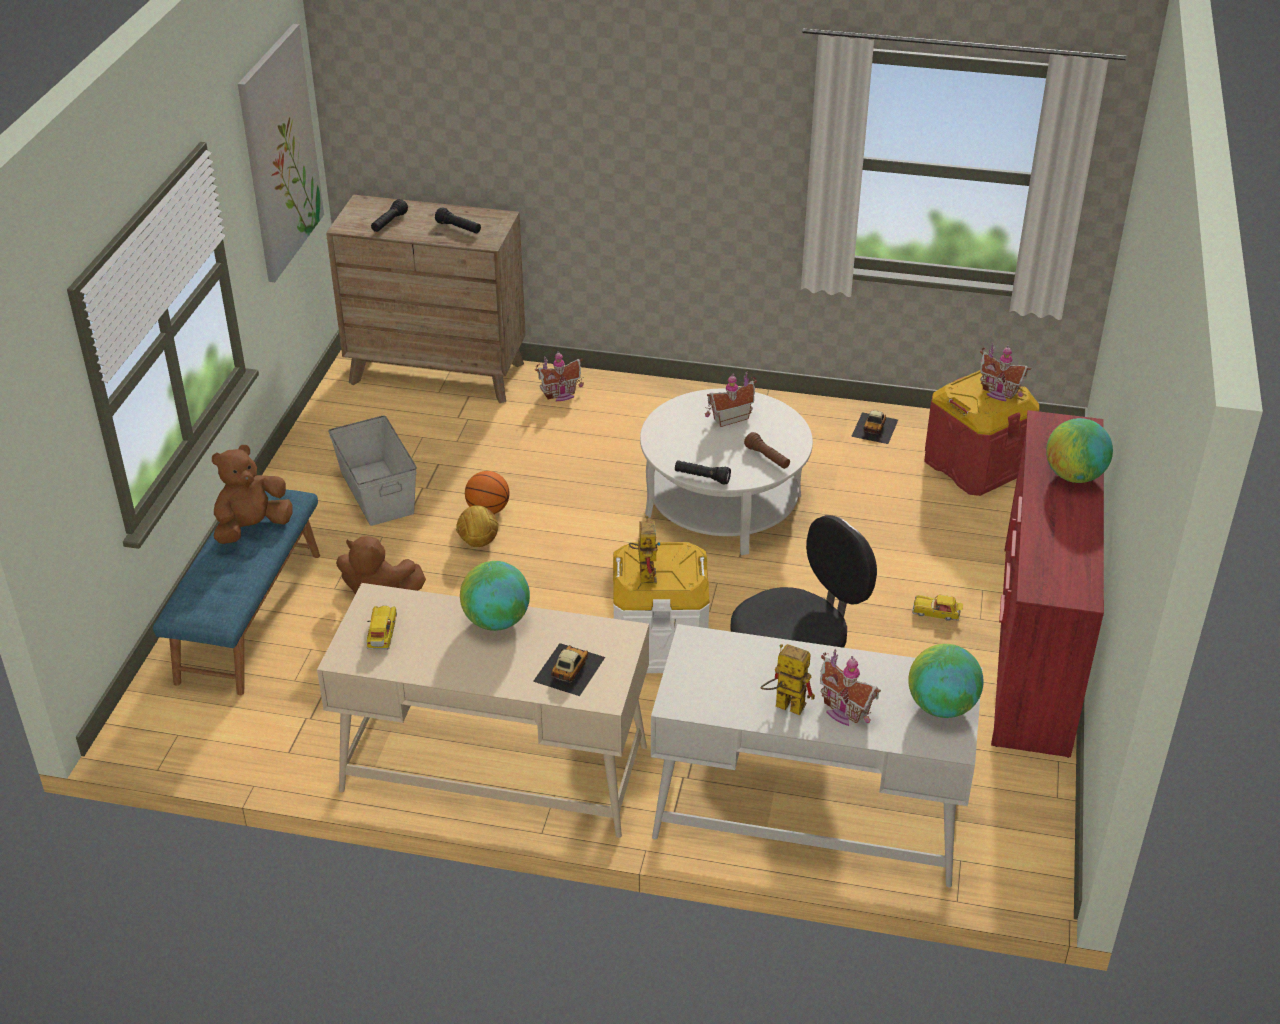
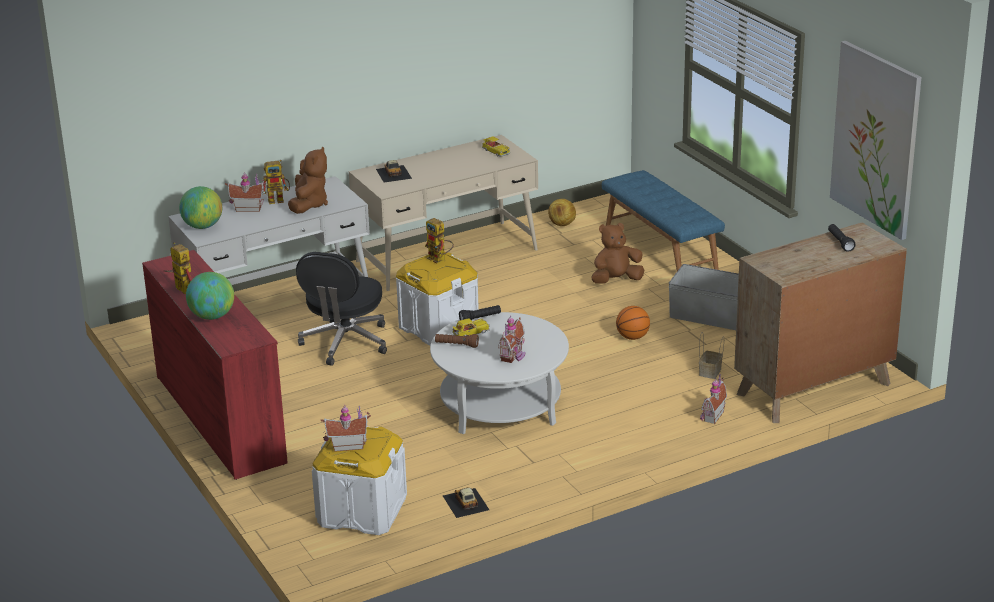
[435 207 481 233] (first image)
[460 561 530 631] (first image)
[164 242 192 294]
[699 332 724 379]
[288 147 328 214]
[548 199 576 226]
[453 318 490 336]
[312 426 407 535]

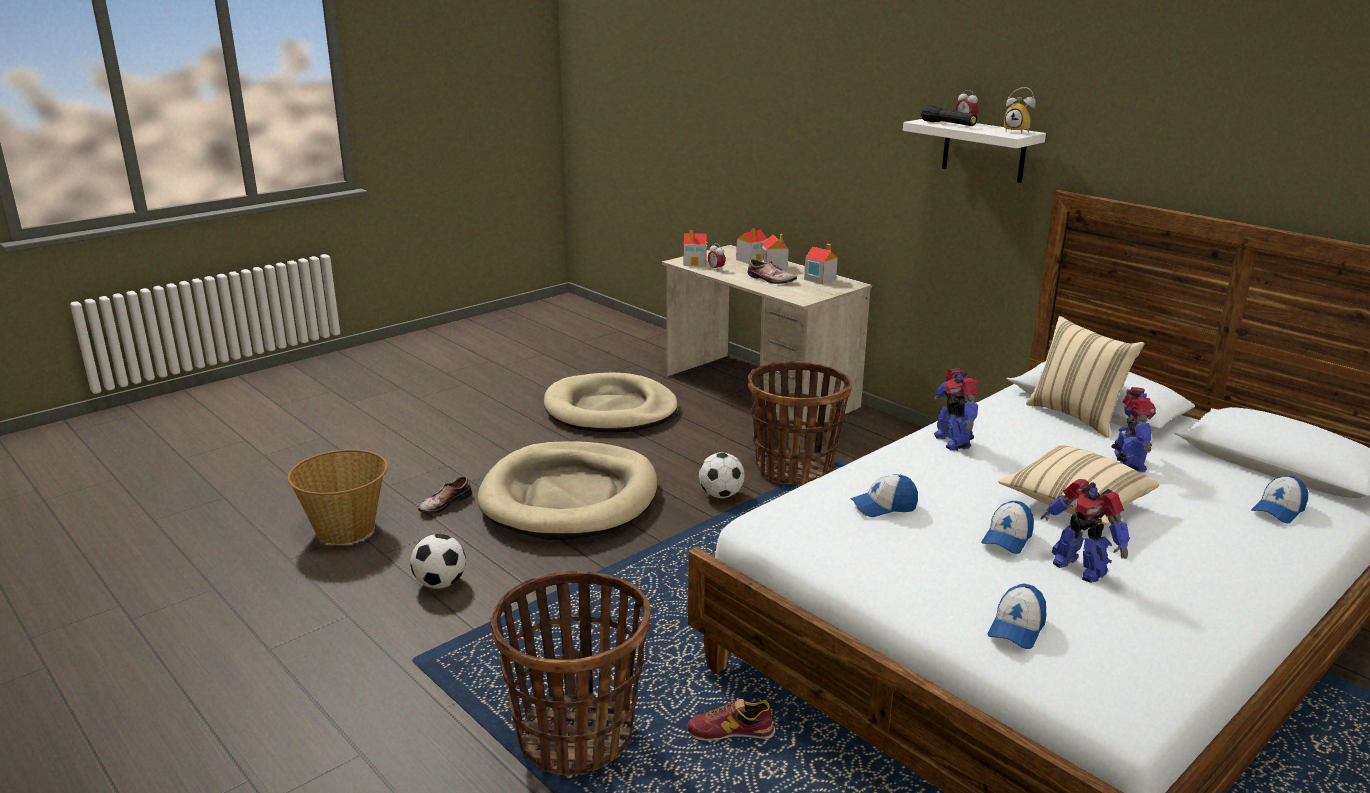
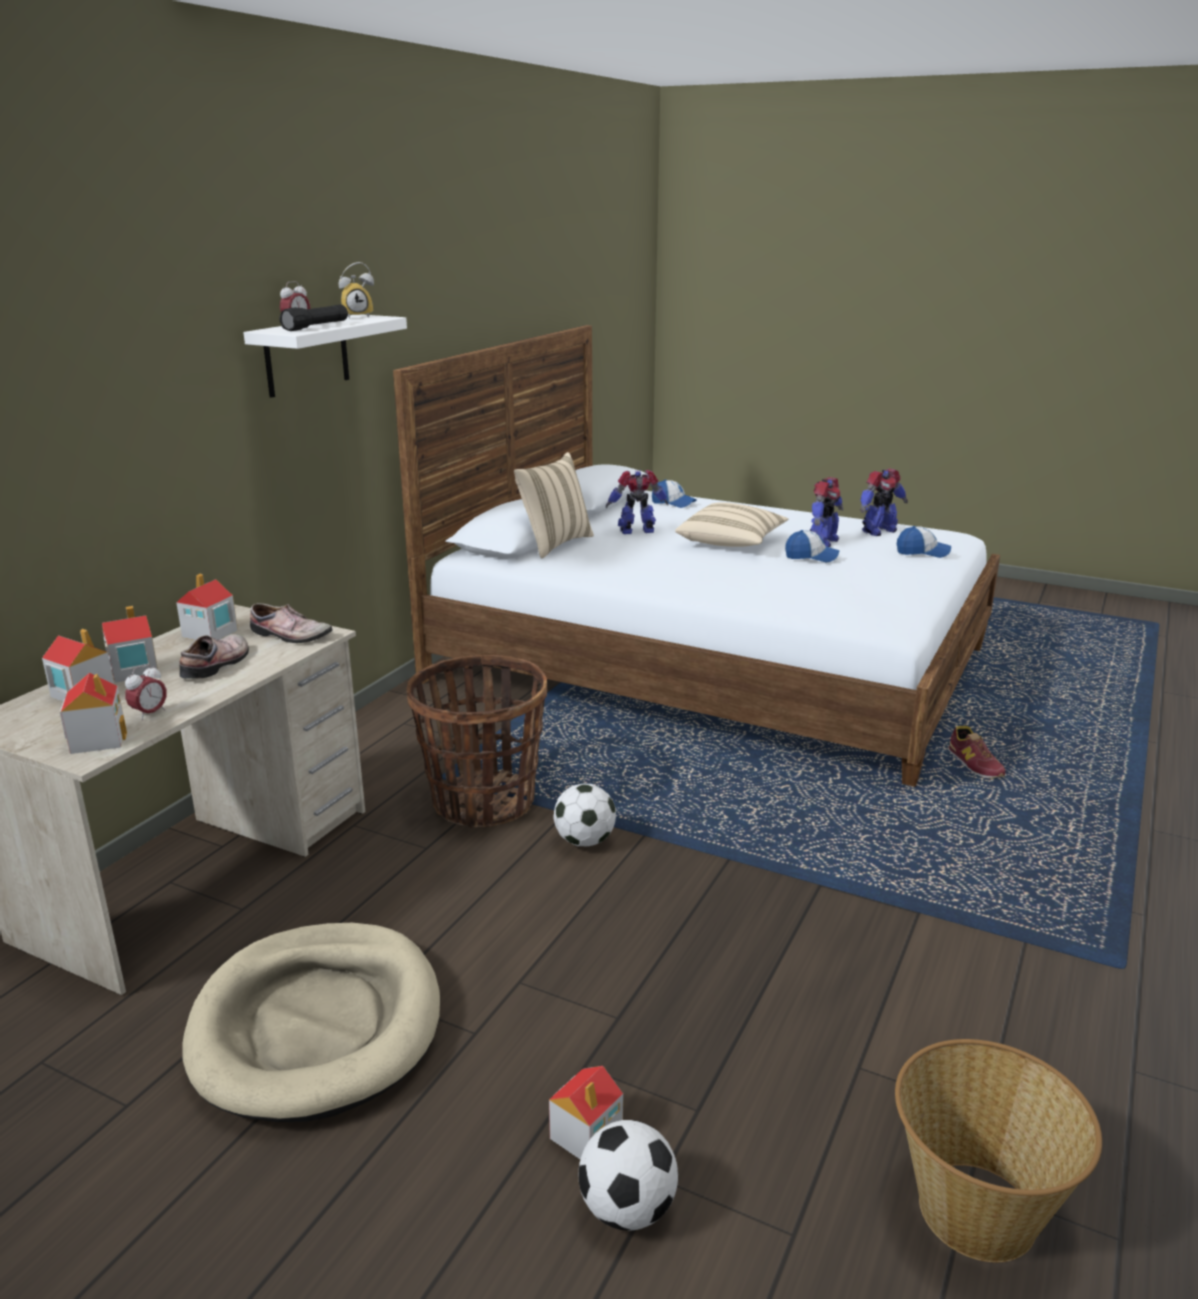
[478 442 657 540] (first image)
[490 571 650 776] (first image)
[850 474 918 517] (first image)
[549 1066 623 1159]
[579 1120 678 1231]
[250 603 333 643]
[860 468 908 536]
[339 262 374 319]

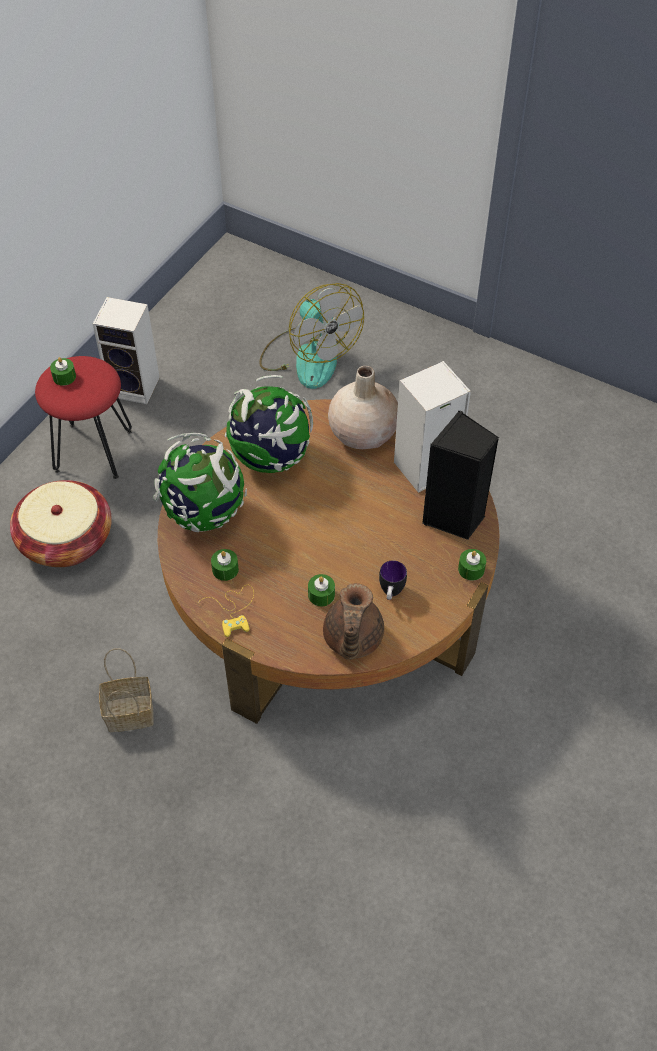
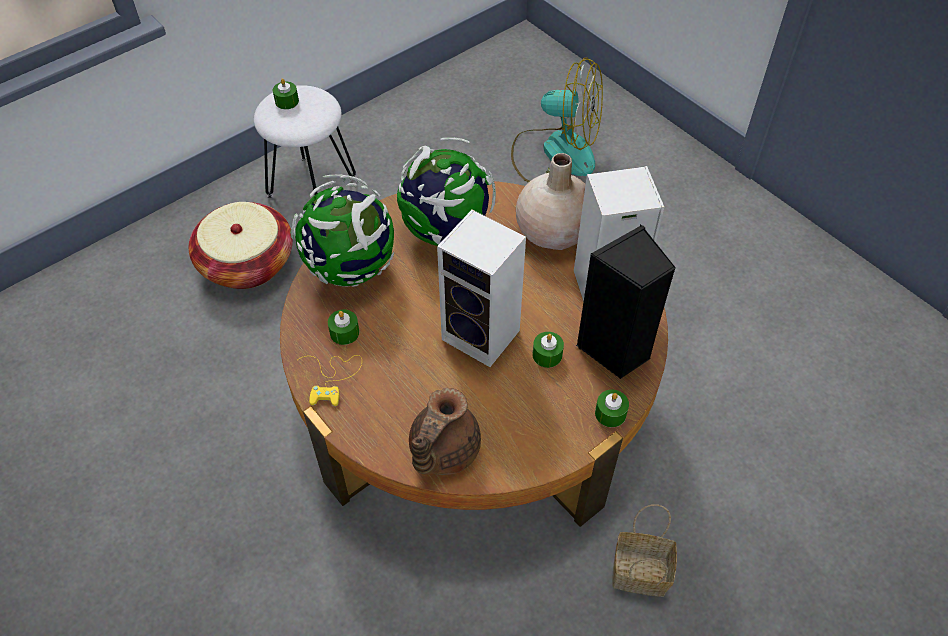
[379 560 407 600] (first image)
[437 210 526 367]
[613 504 677 597]
[533 332 564 368]
[254 85 356 198]
[511 57 603 182]

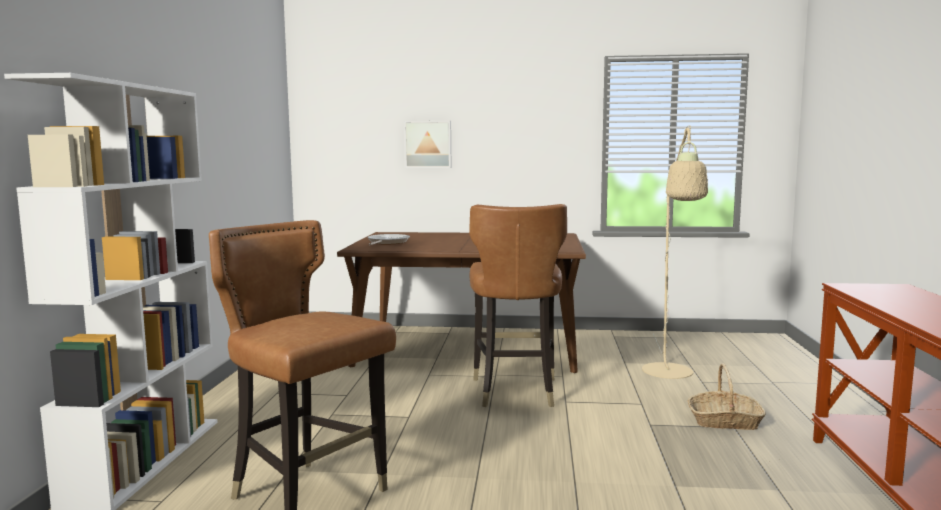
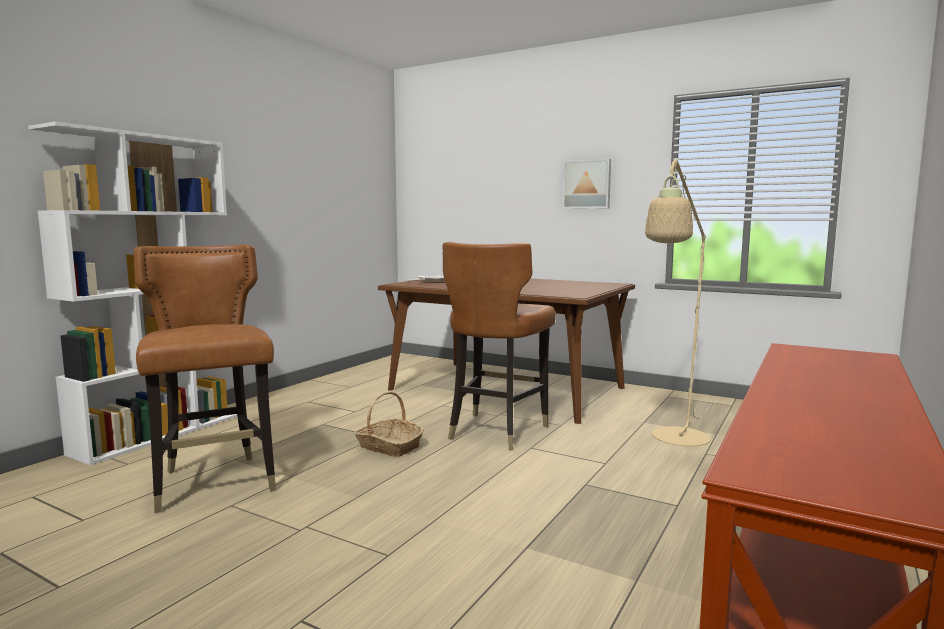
[562 159 611 209]
[355 392 424 457]

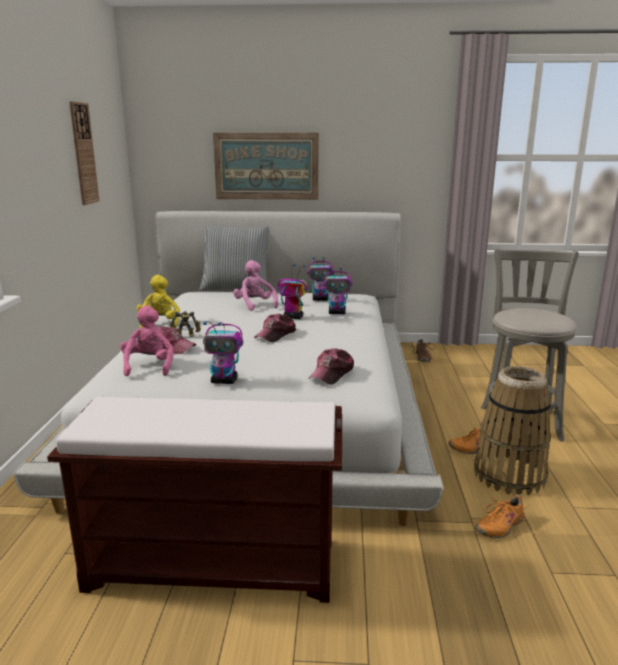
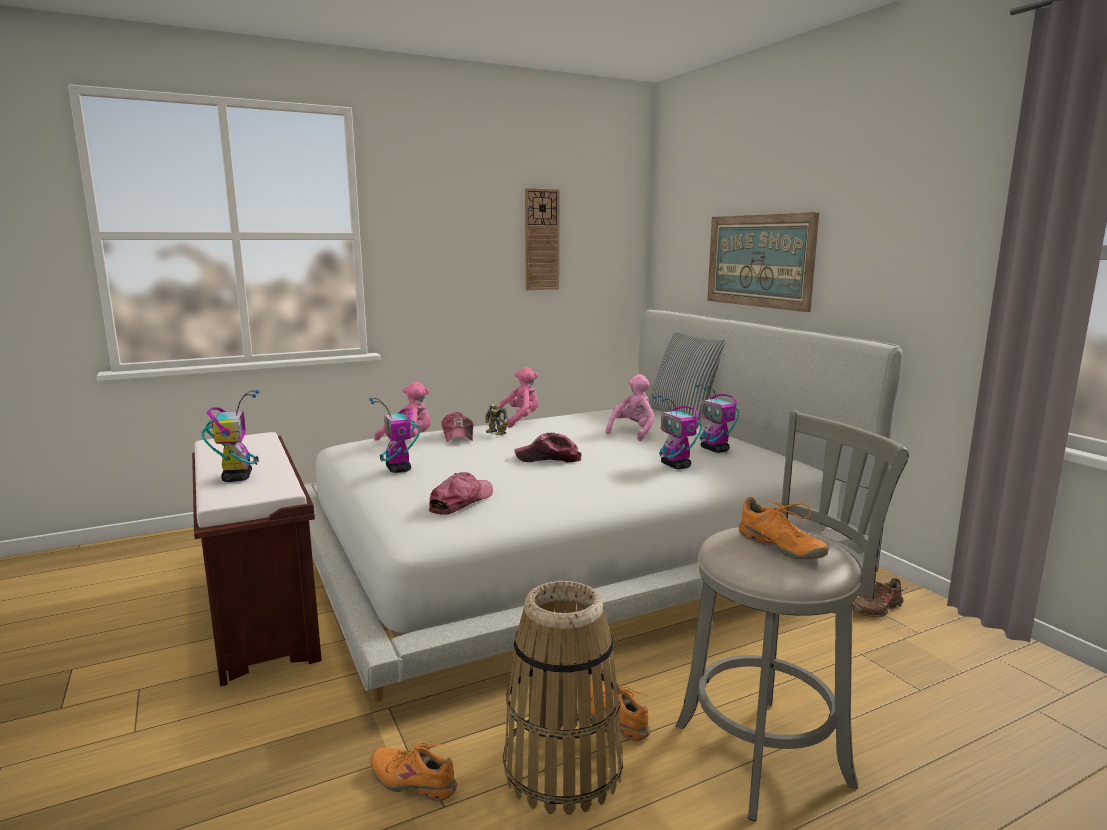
[738 497 829 560]
[202 390 260 482]
[490 367 539 428]
[428 472 493 515]

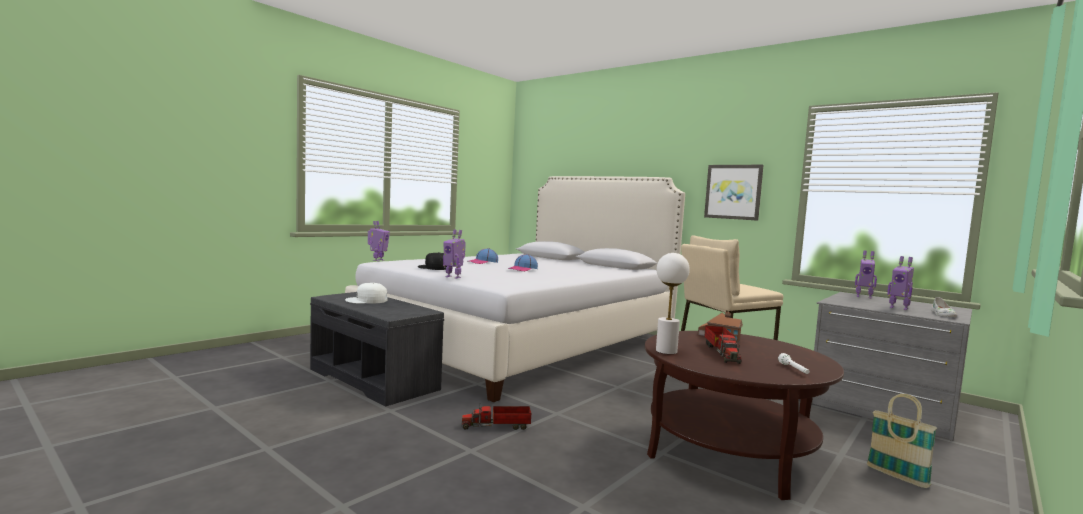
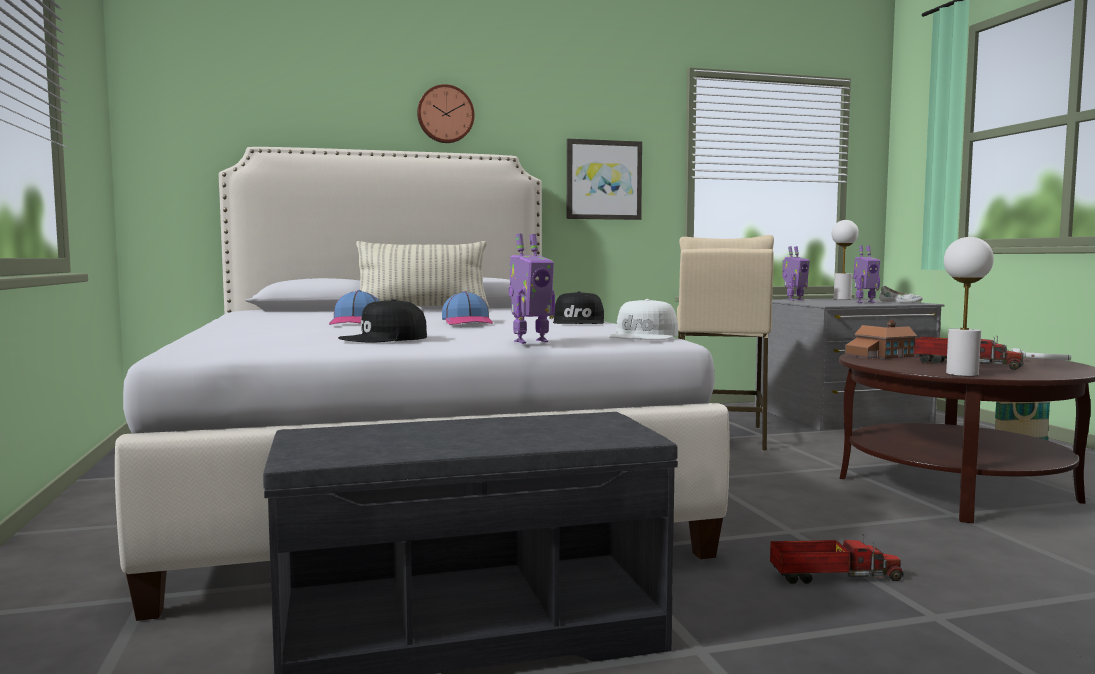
[368 221 390 261] (first image)
[356 241 489 309]
[417 84 475 143]
[553 291 604 324]
[832 220 859 300]
[609 299 678 340]
[770 534 903 584]

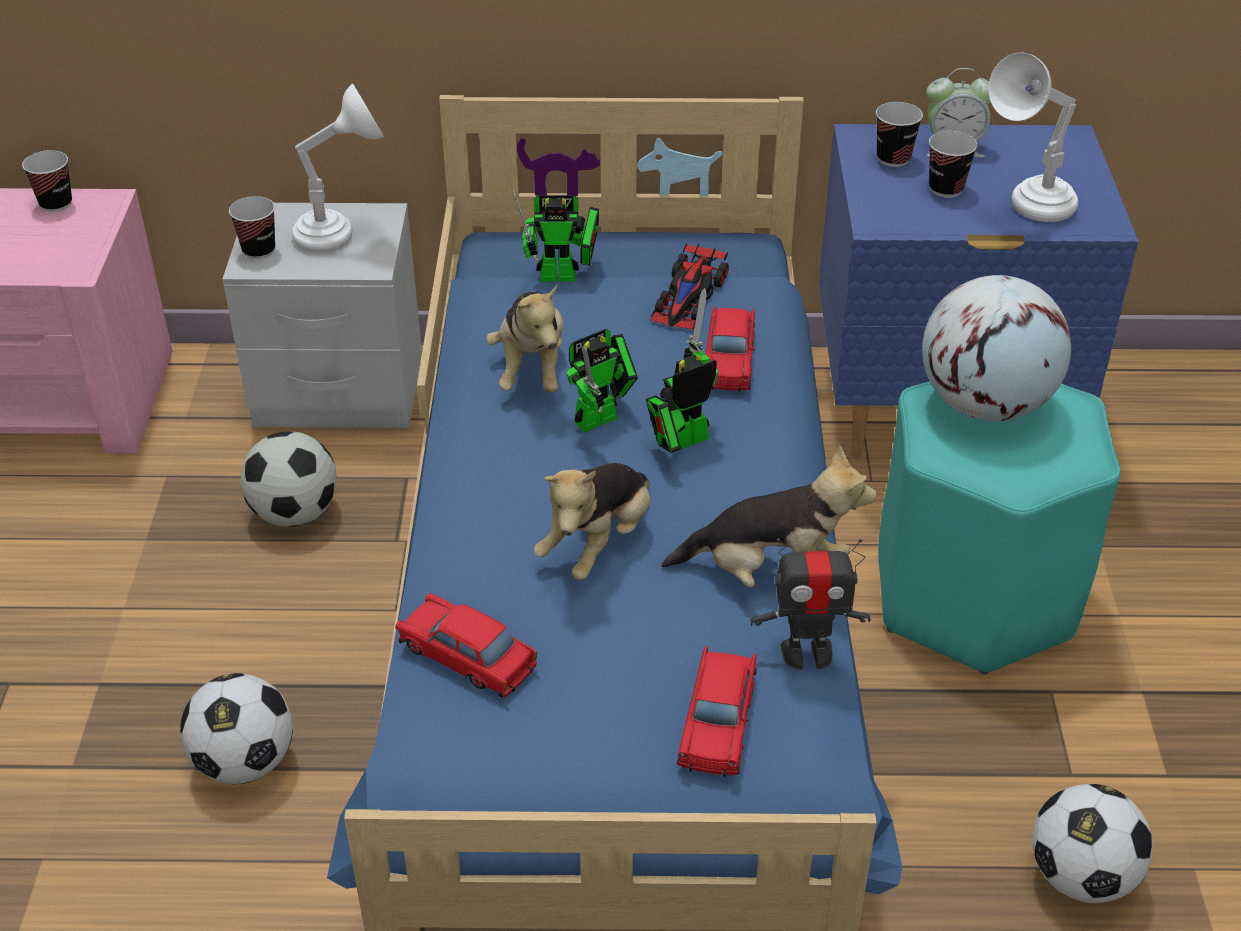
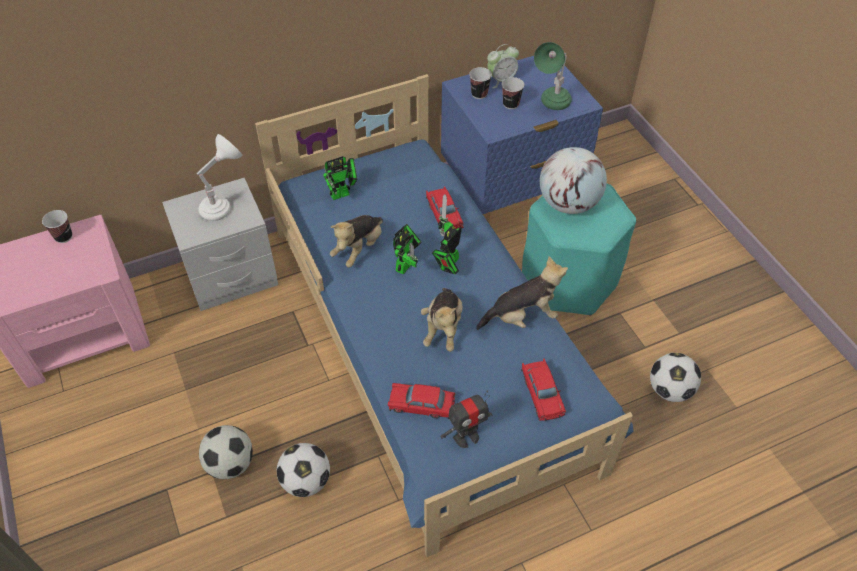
[229 196 275 259] (first image)
[650 244 729 329] (first image)
[199 425 253 479]
[440 391 492 448]
[534 42 572 110]
[330 215 383 268]

